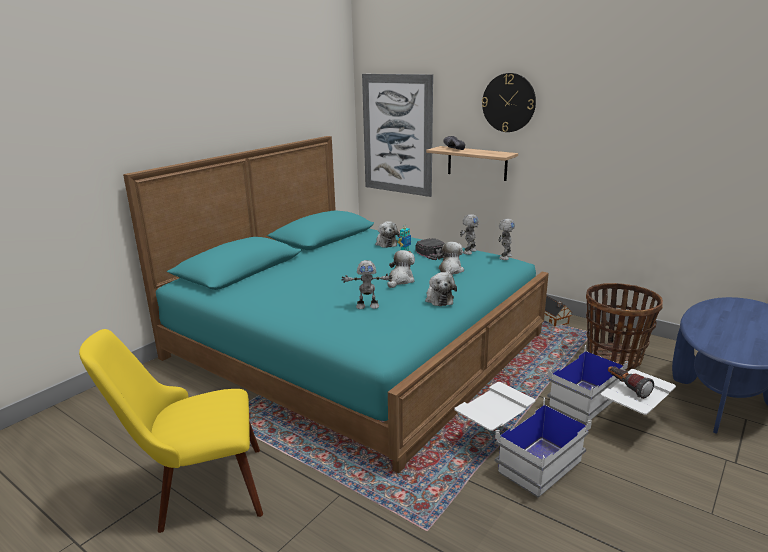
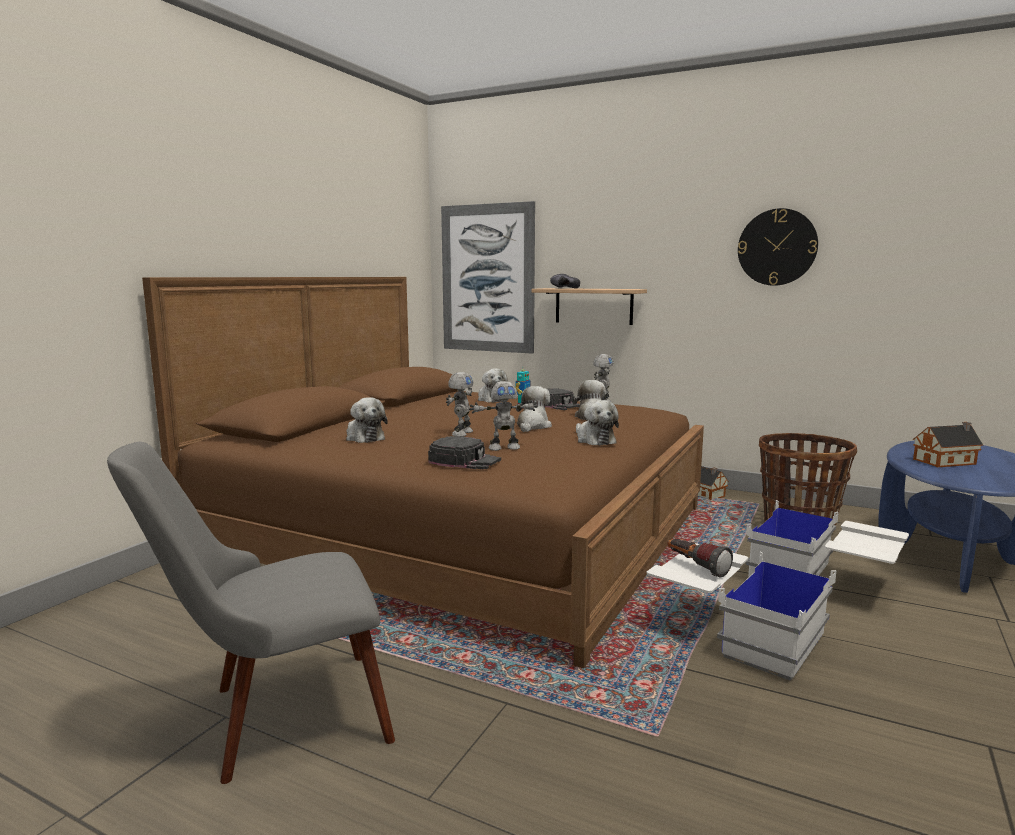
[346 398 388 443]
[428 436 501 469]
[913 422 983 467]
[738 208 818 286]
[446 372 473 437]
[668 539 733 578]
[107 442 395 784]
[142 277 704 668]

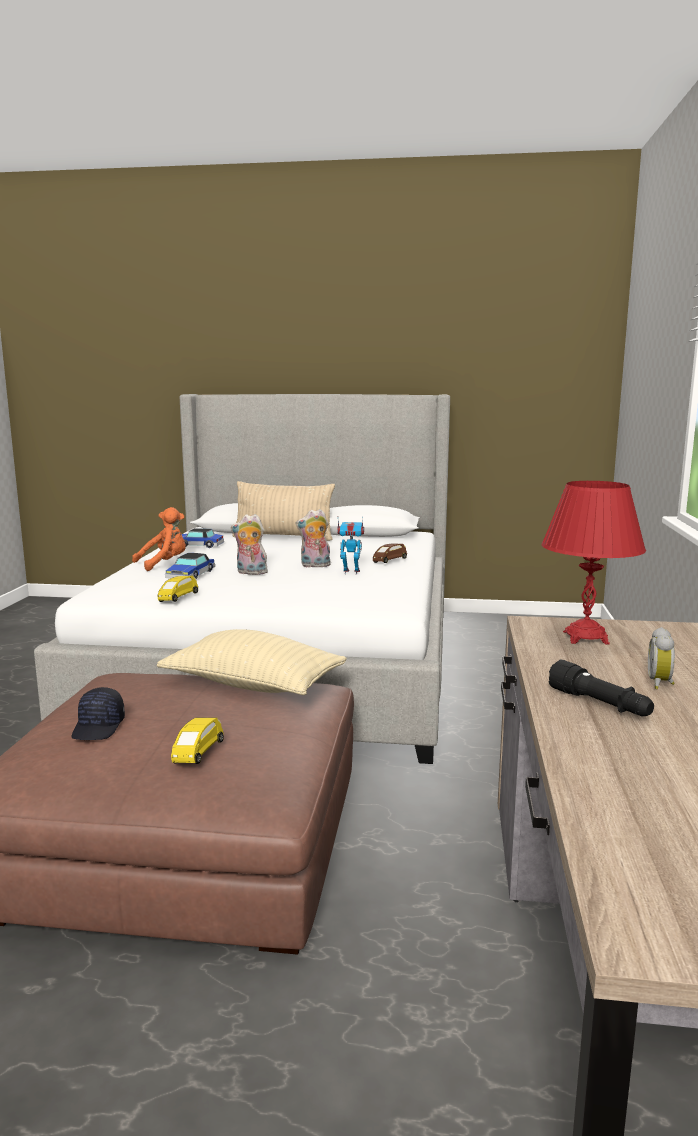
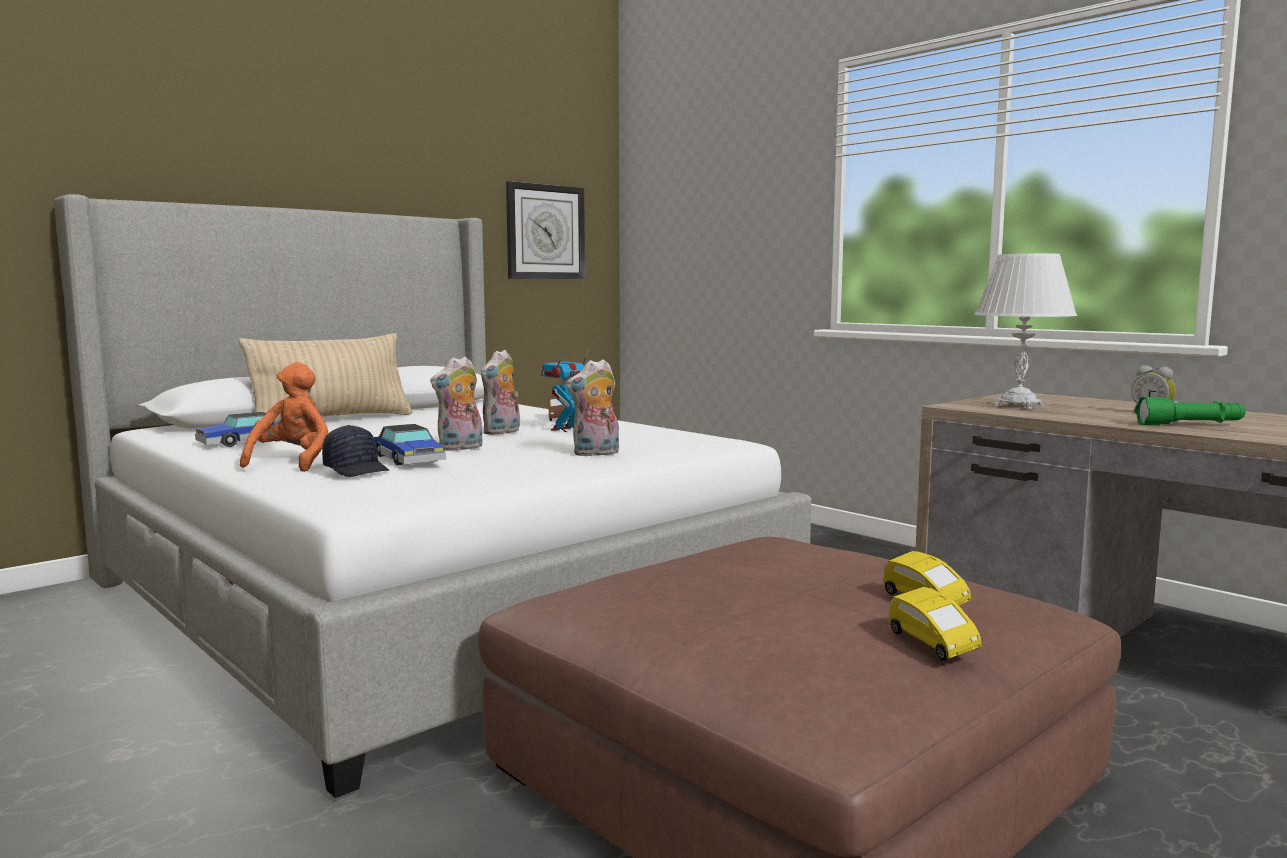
[157 629 347 695] (first image)
[506 181 585 279]
[566 359 619 456]
[322 425 390 477]
[889 587 982 661]
[974 253 1077 409]
[1135 397 1246 425]

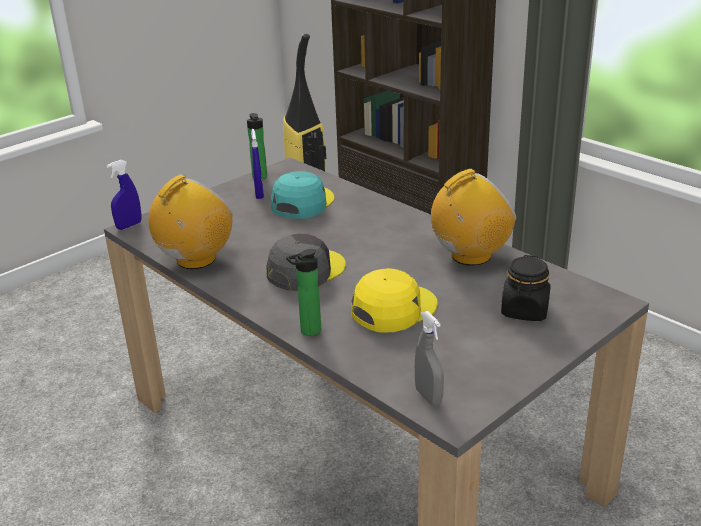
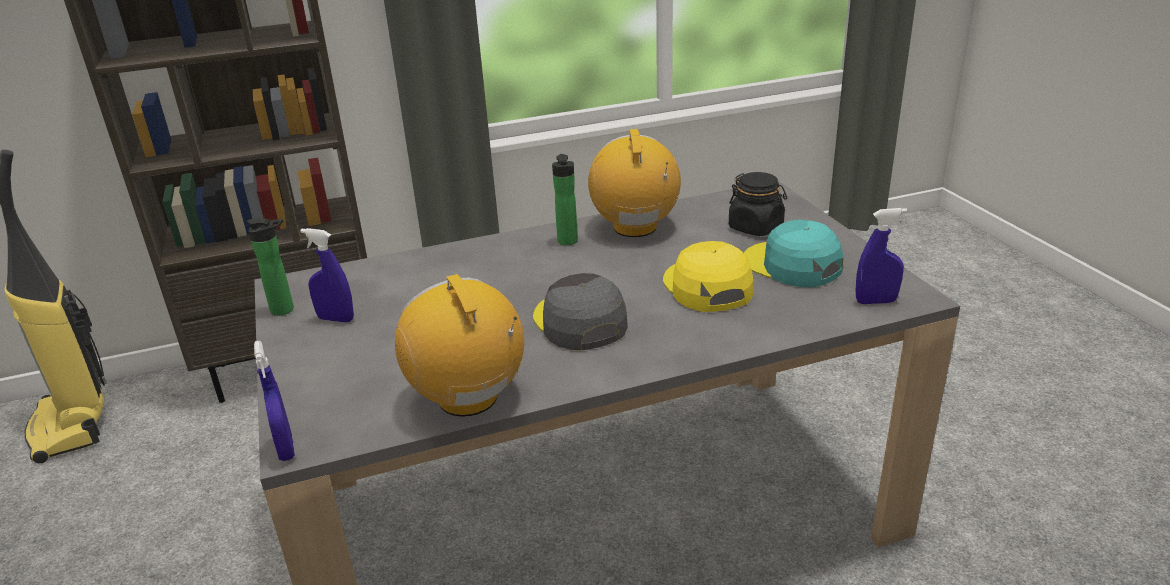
[744 220 843 287]
[552 154 578 245]
[856 208 907 304]

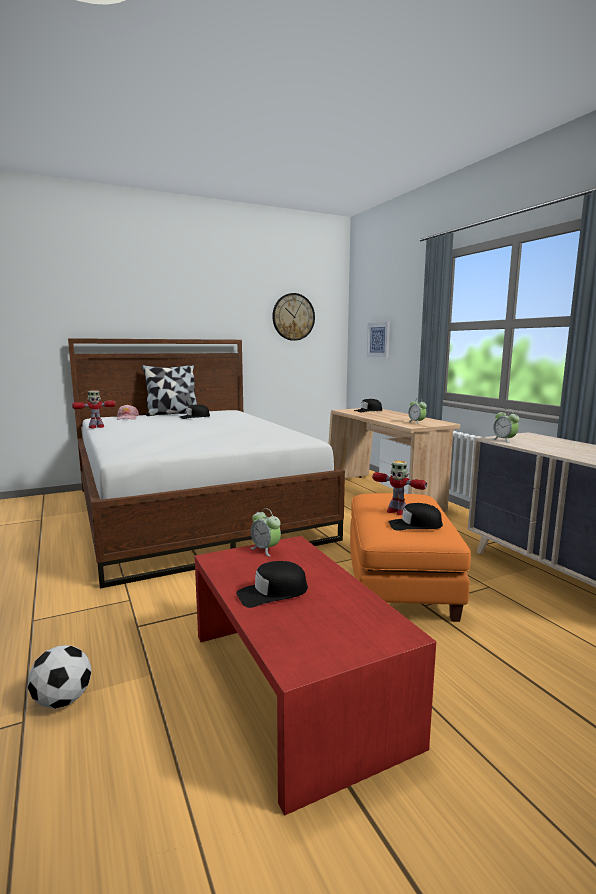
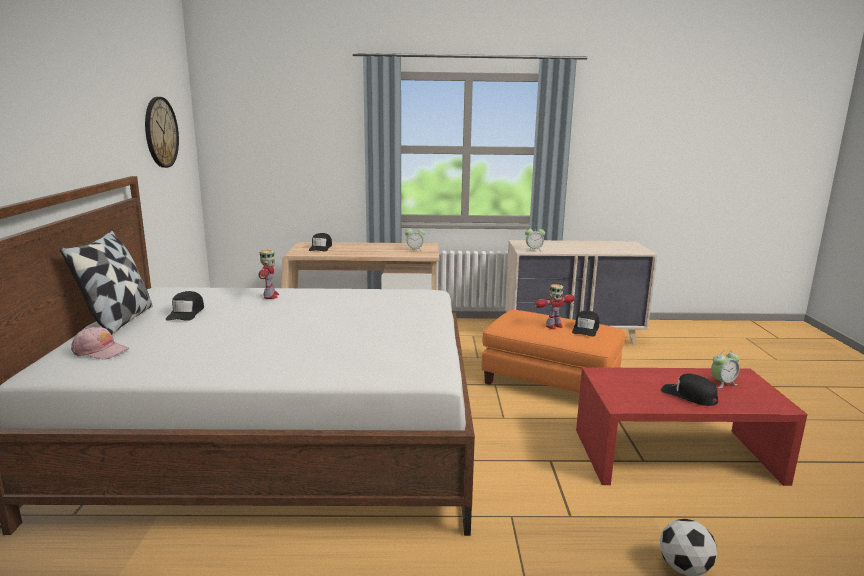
[367 322 390 357] (first image)
[258 250 279 299]
[711 349 740 388]
[661 373 718 406]

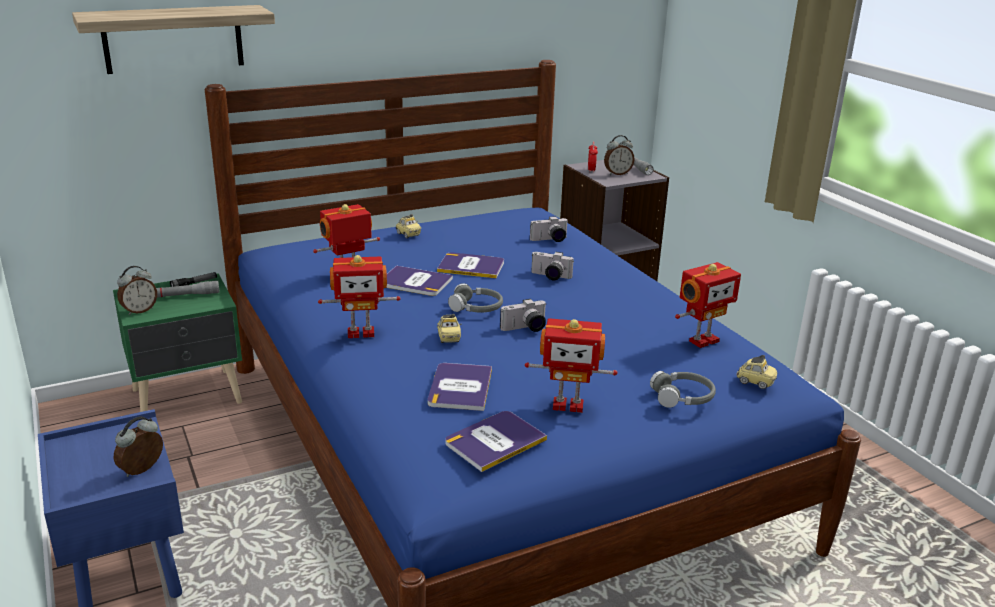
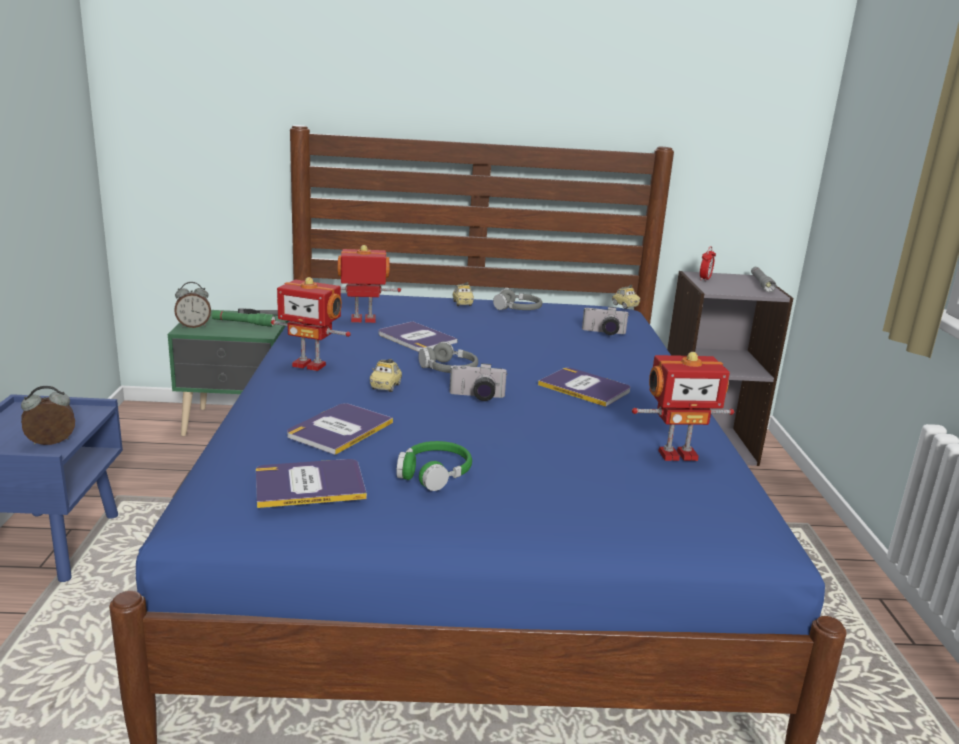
[72 5 275 74] (first image)
[531 252 574 280] (first image)
[604 135 635 175] (first image)
[538 368 631 407]
[493 288 542 310]
[612 285 640 309]
[396 441 472 491]
[211 310 276 327]

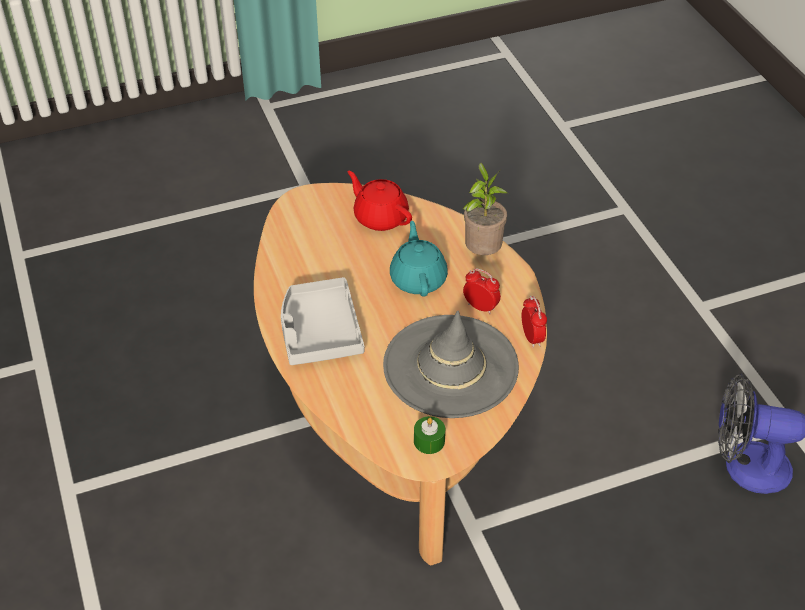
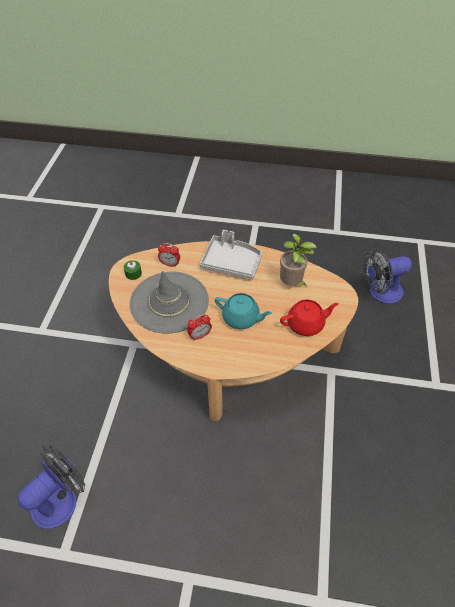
[364 248 412 304]
[280 234 317 287]
[158 243 180 267]

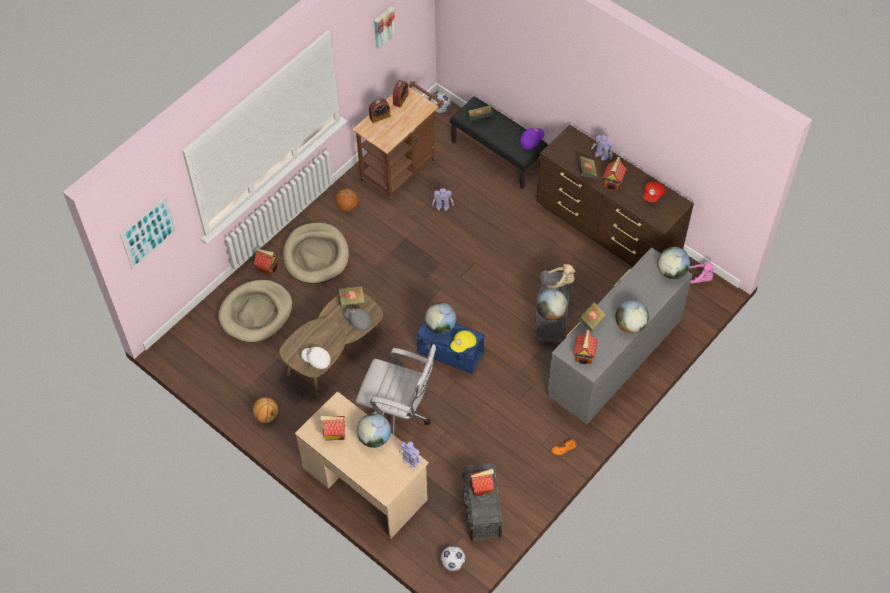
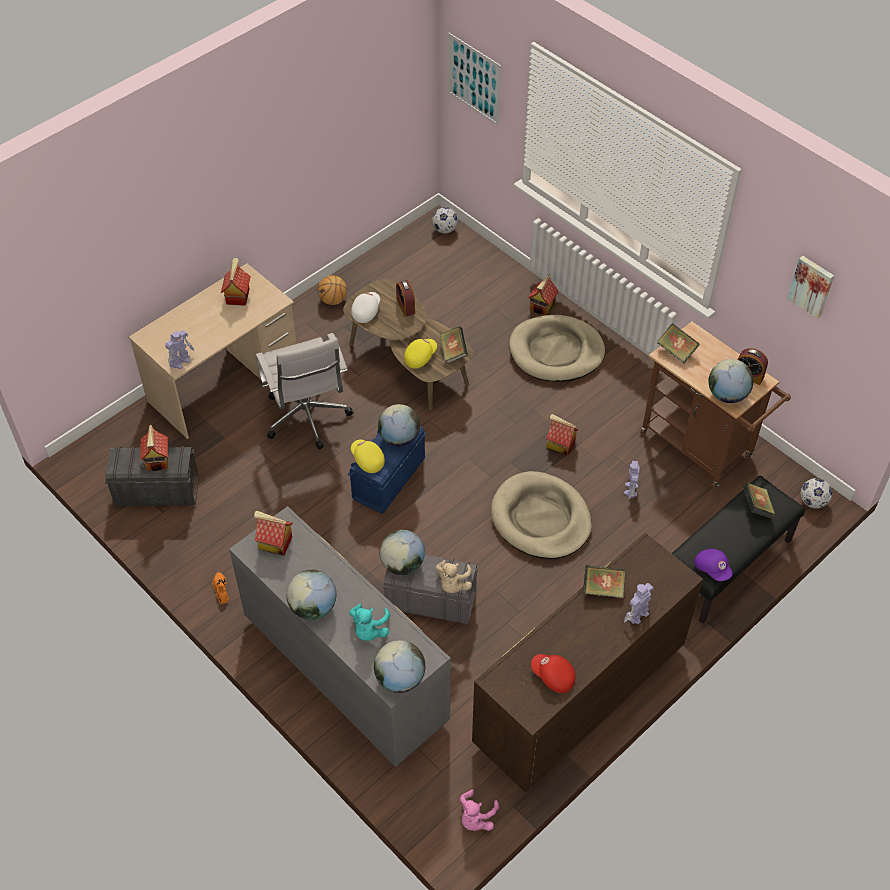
[335 189 358 211] (first image)
[349 604 390 641]
[491 471 592 559]
[708 359 754 403]
[396 280 415 317]
[432 207 458 234]
[657 323 700 363]
[546 414 579 456]
[404 339 437 369]
[255 333 353 449]

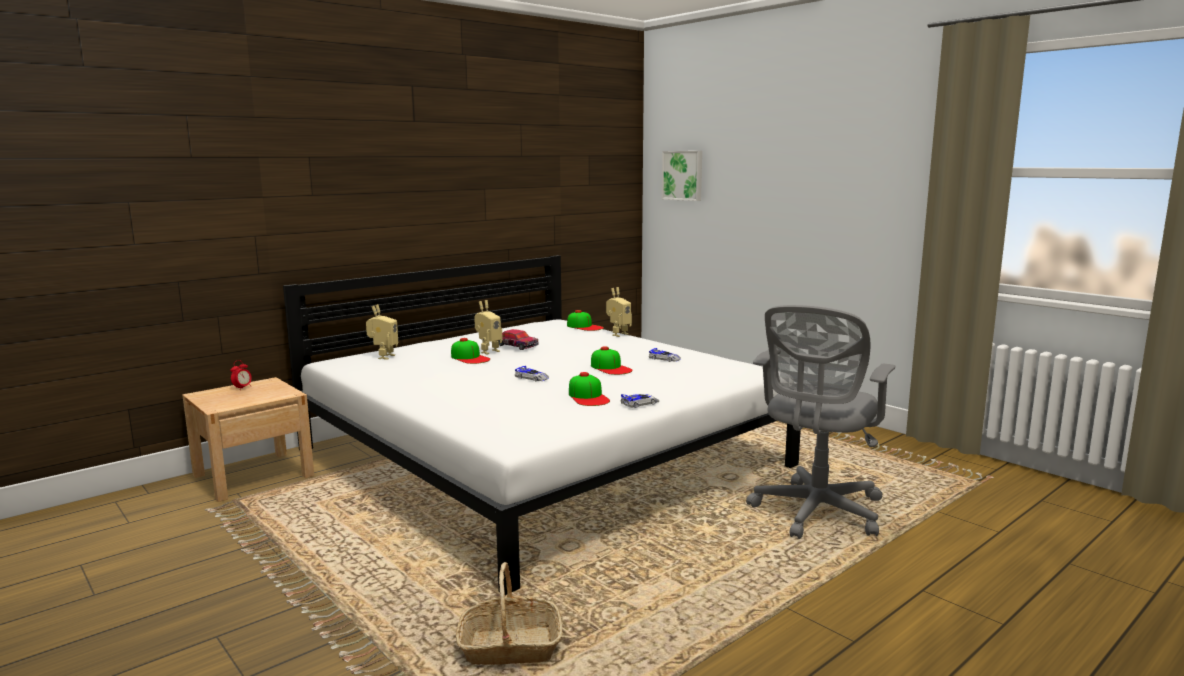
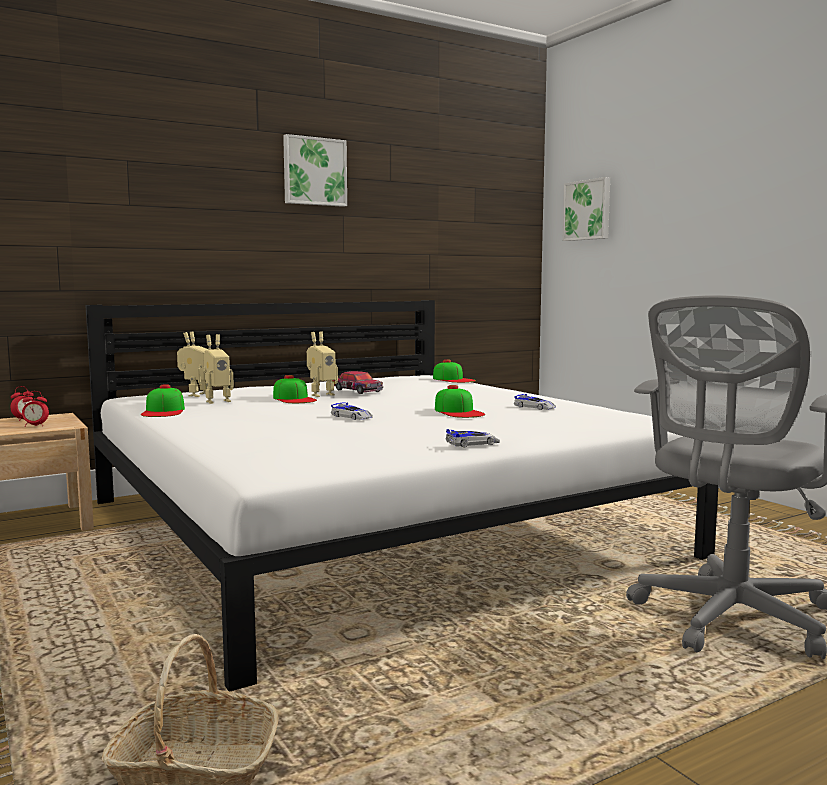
[22 391 49 427]
[283 134 347 207]
[141 384 185 417]
[203 334 234 404]

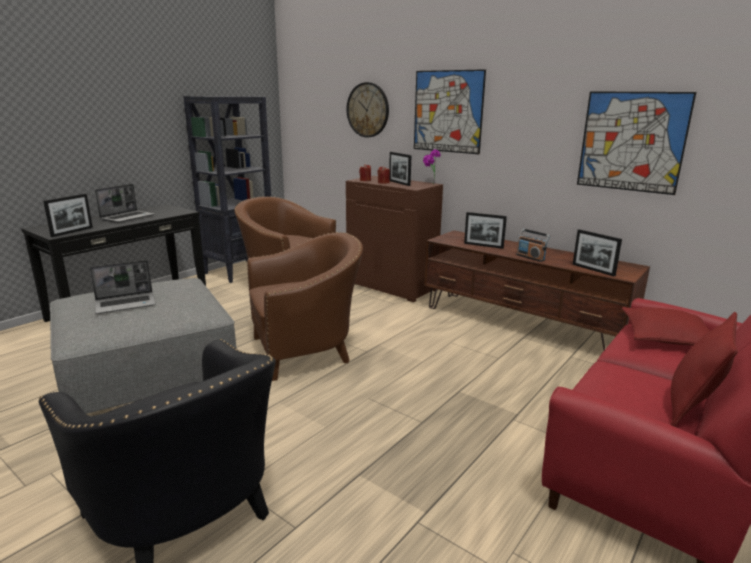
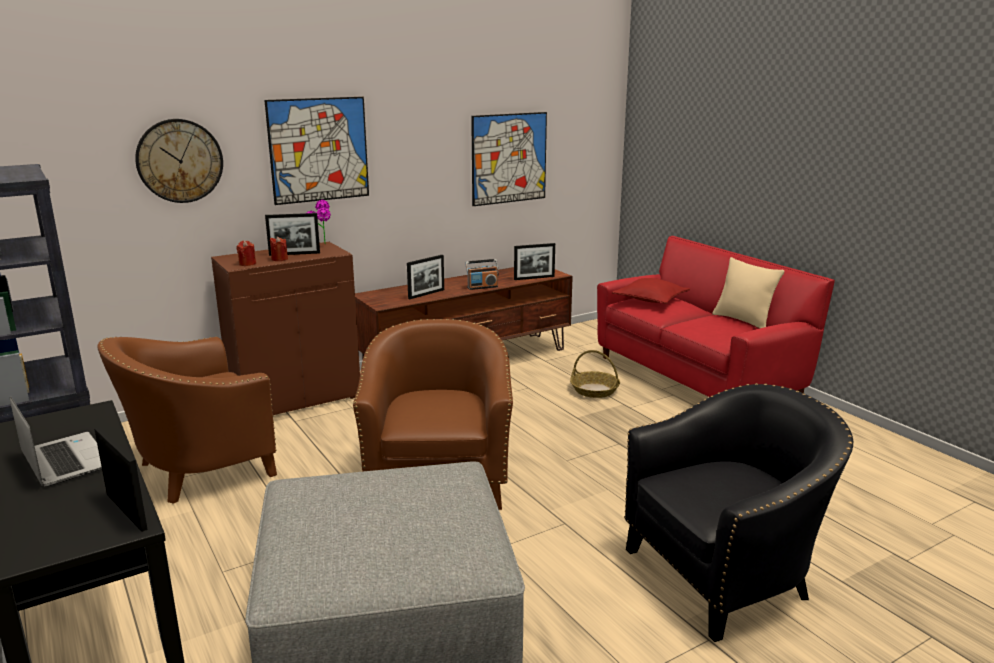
[90 260 156 314] (first image)
[570 350 620 398]
[712 257 785 328]

